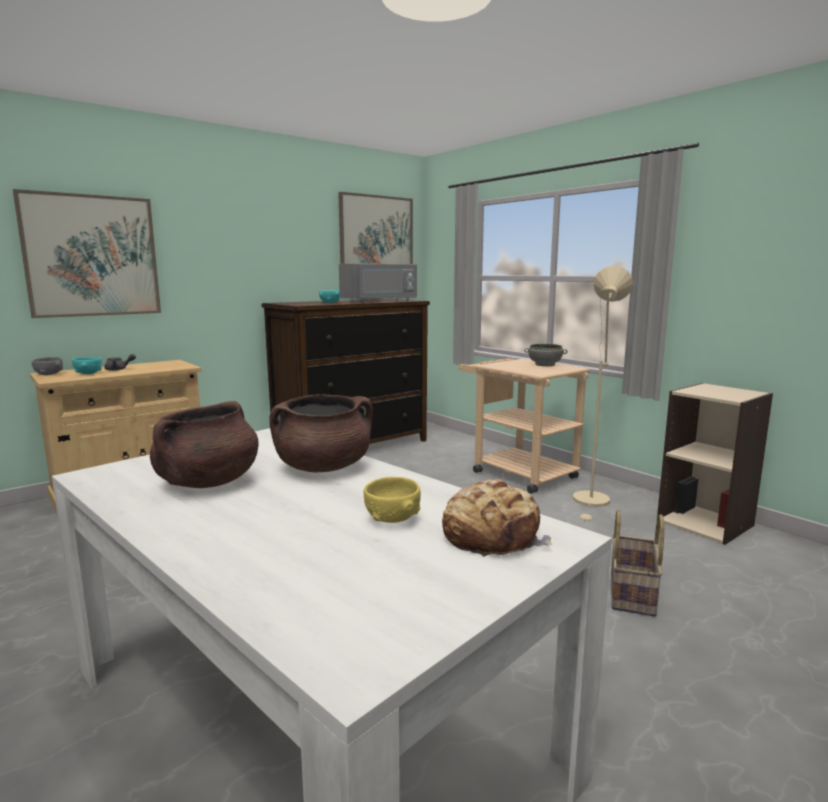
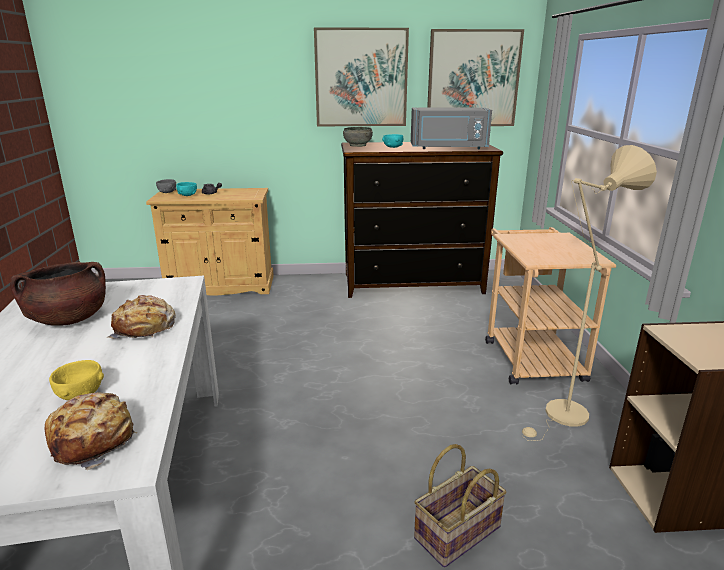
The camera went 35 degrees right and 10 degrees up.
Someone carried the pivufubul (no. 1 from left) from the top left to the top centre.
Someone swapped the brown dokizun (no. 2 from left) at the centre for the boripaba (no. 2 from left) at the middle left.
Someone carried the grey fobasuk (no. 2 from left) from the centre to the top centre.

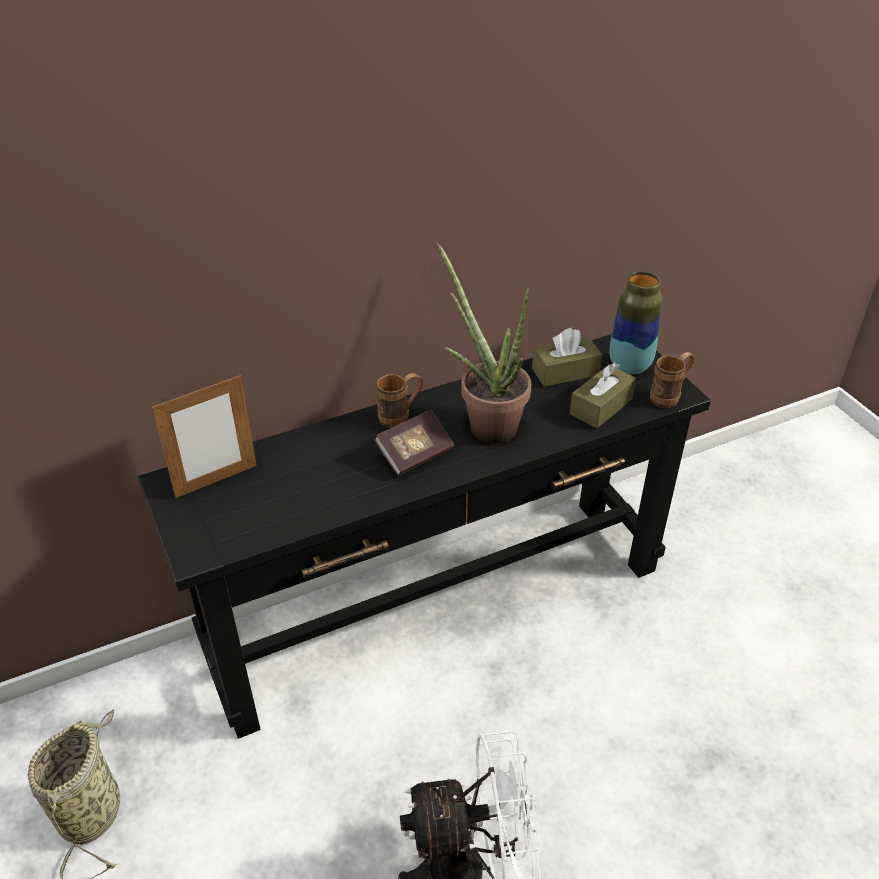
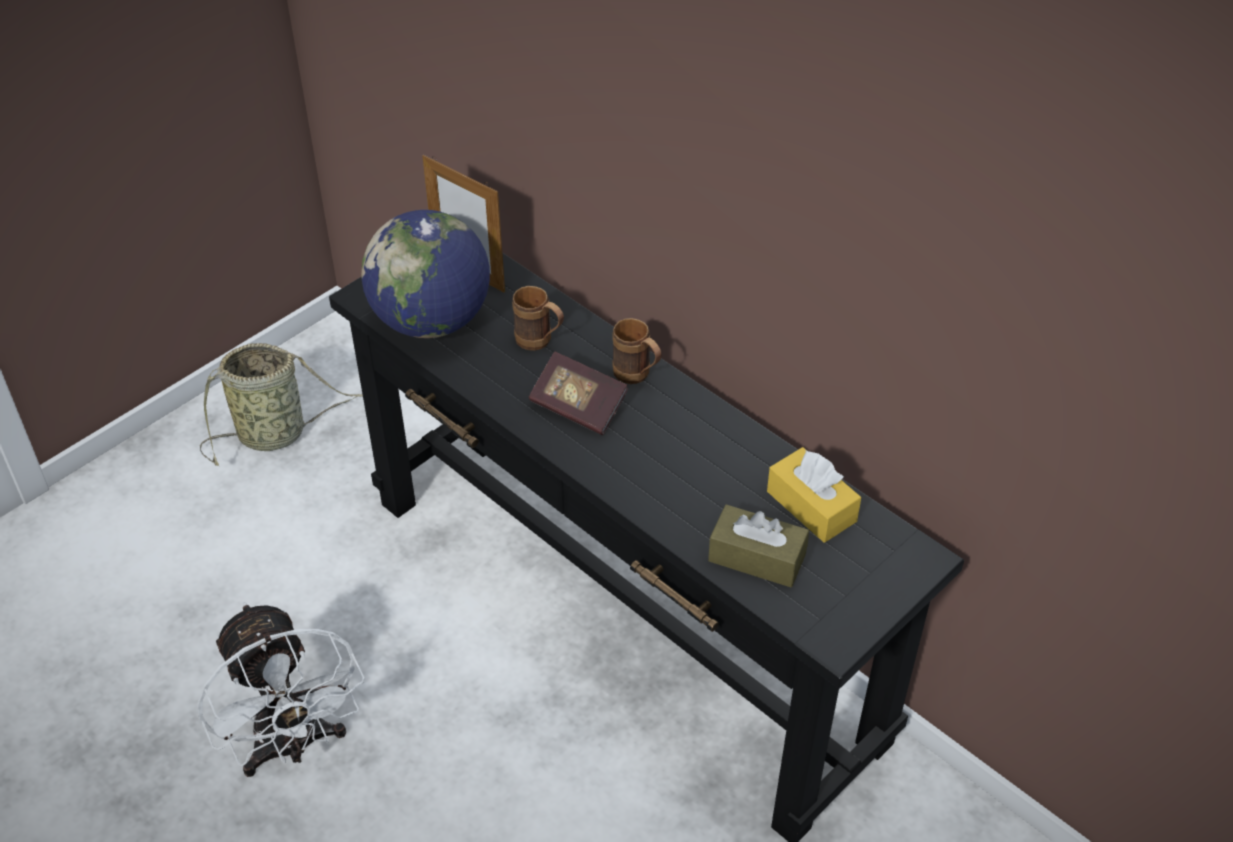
The camera went 70 degrees right and 5 degrees up.
Someone took away the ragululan at the centre.
Someone repainted the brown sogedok (no. 1 from left) at the centre, which became the yellow sogedok at the centre.
Someone took away the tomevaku at the middle right.
Someone carried the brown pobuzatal (no. 2 from left in the first image) from the middle right to the centre.
Someone put down the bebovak at the top centre.

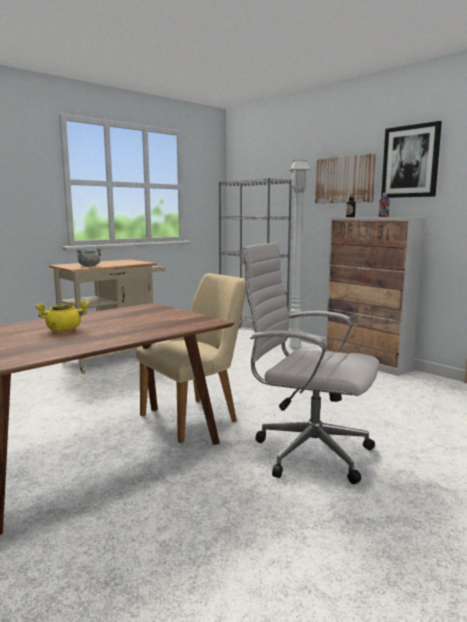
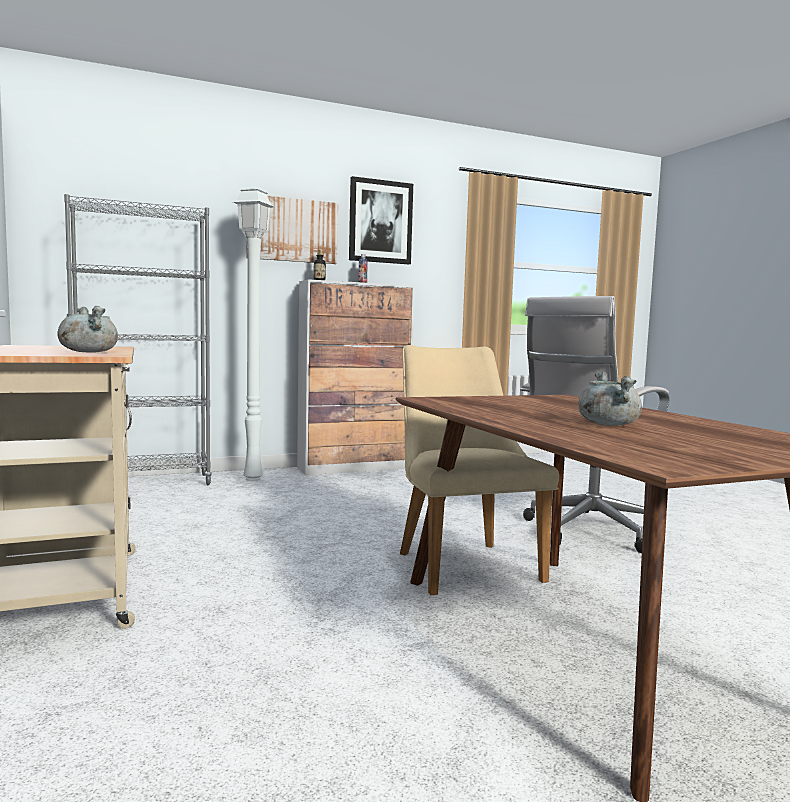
The camera went 70 degrees left and 5 degrees down.
Someone repainted the yellow dokizun at the middle left, which became the grey dokizun (no. 2 from left) at the middle right.

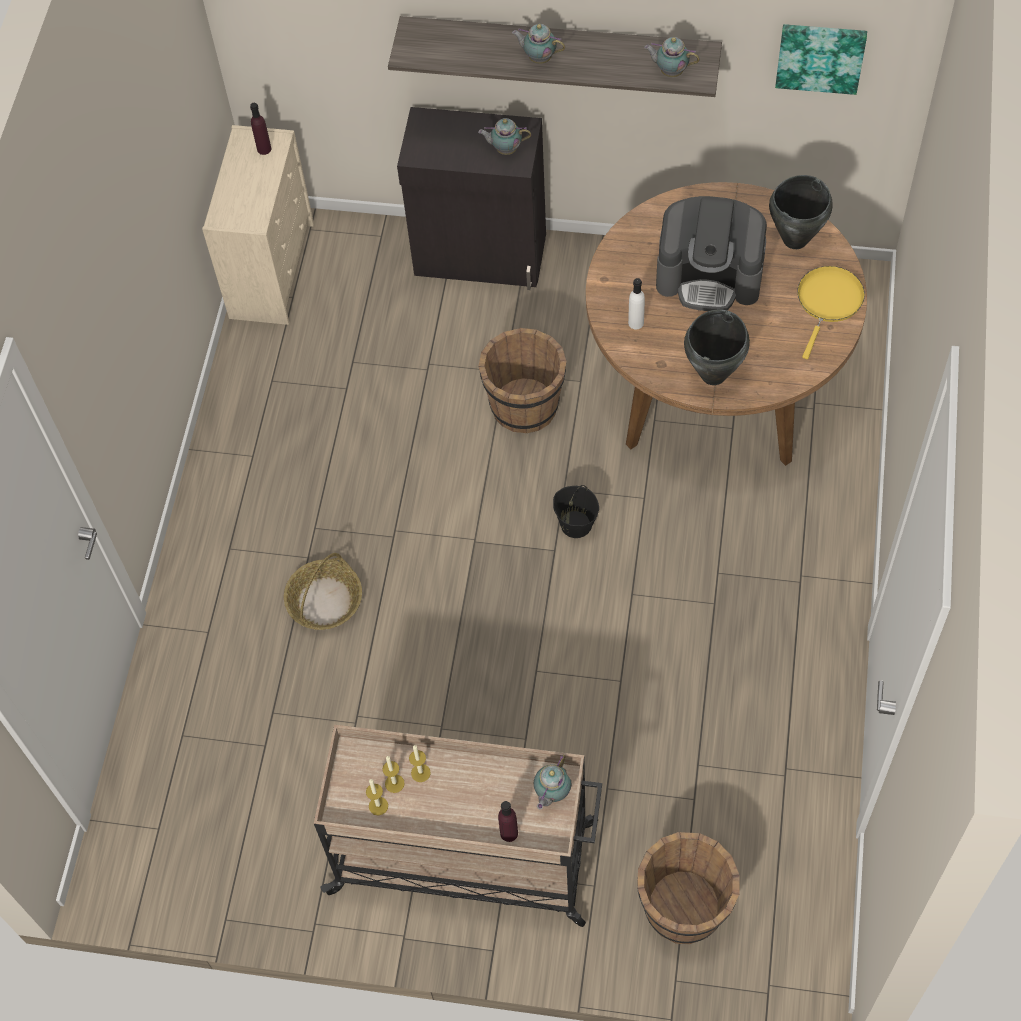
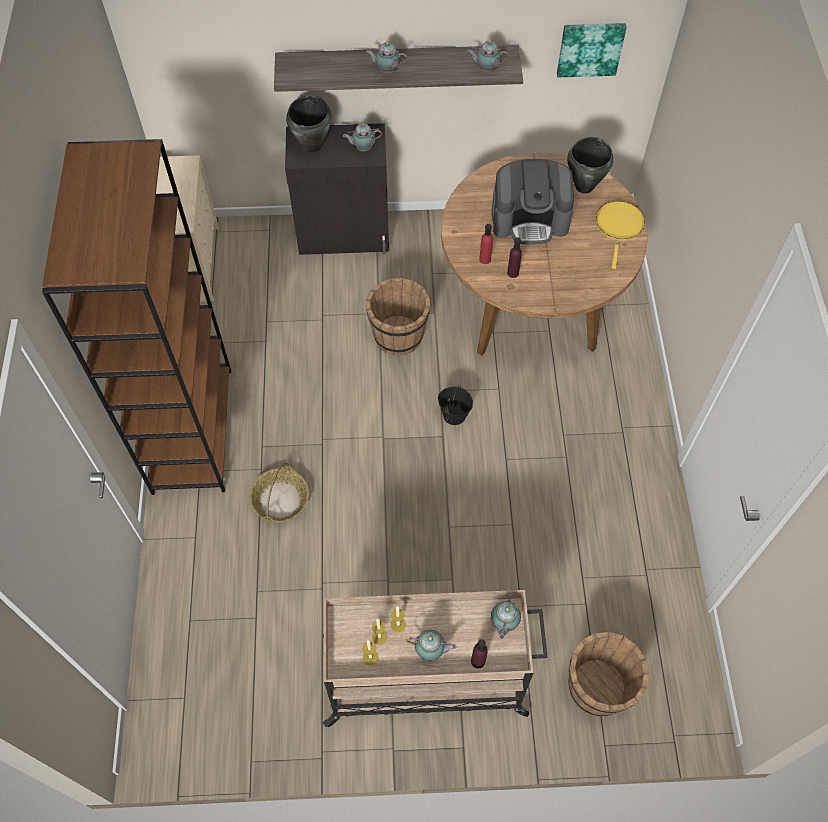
The camera went 15 degrees left and 0 degrees up.
Someone carried the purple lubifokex (no. 1 from left in the first image) from the top left to the top centre.
Someone repainted the white lubifokex at the top centre, which became the red lubifokex at the top centre.
Someone carried the black dokizun (no. 1 from left) from the middle right to the top centre.
Someone put down the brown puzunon at the middle left.
Someone put down the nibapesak (no. 3 from left) at the bottom centre.

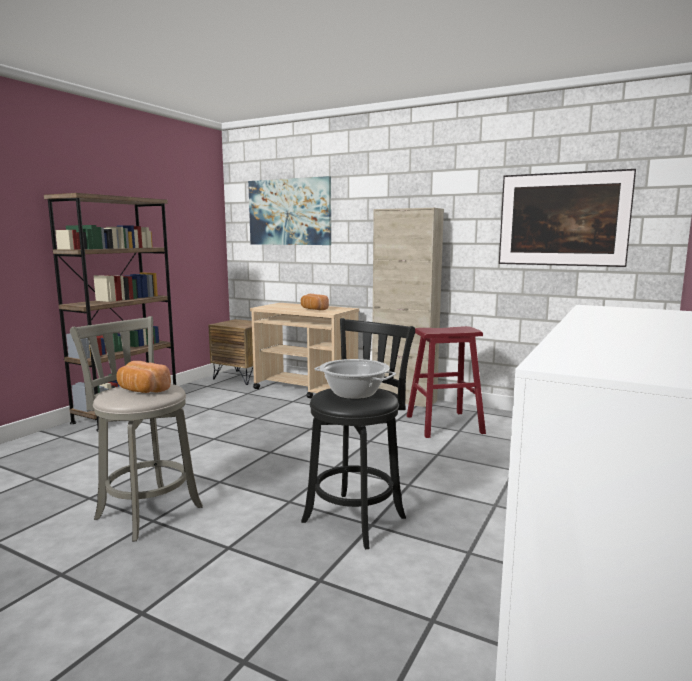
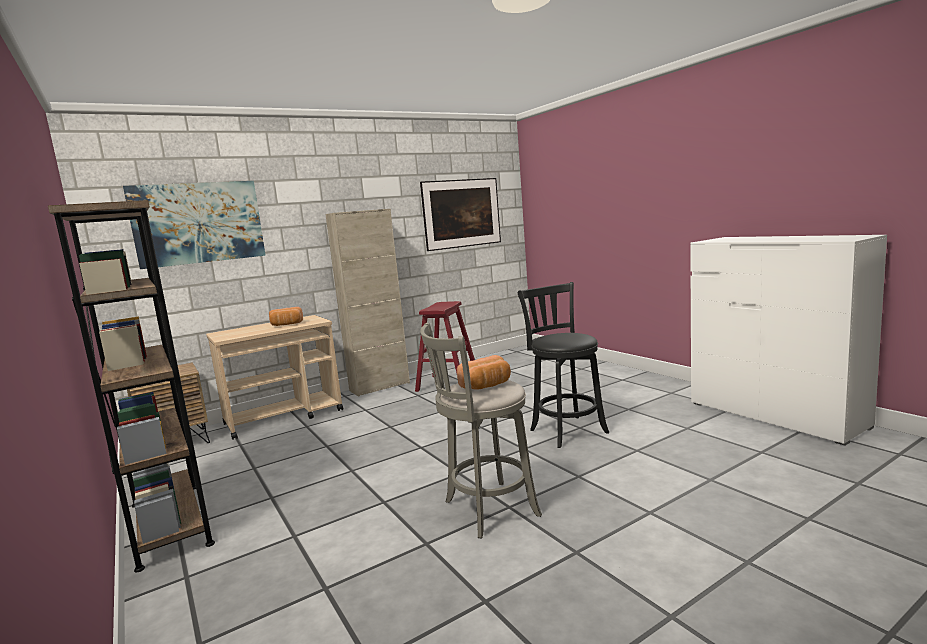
The camera went 60 degrees left and 0 degrees up.
Someone took away the dokizun at the centre.

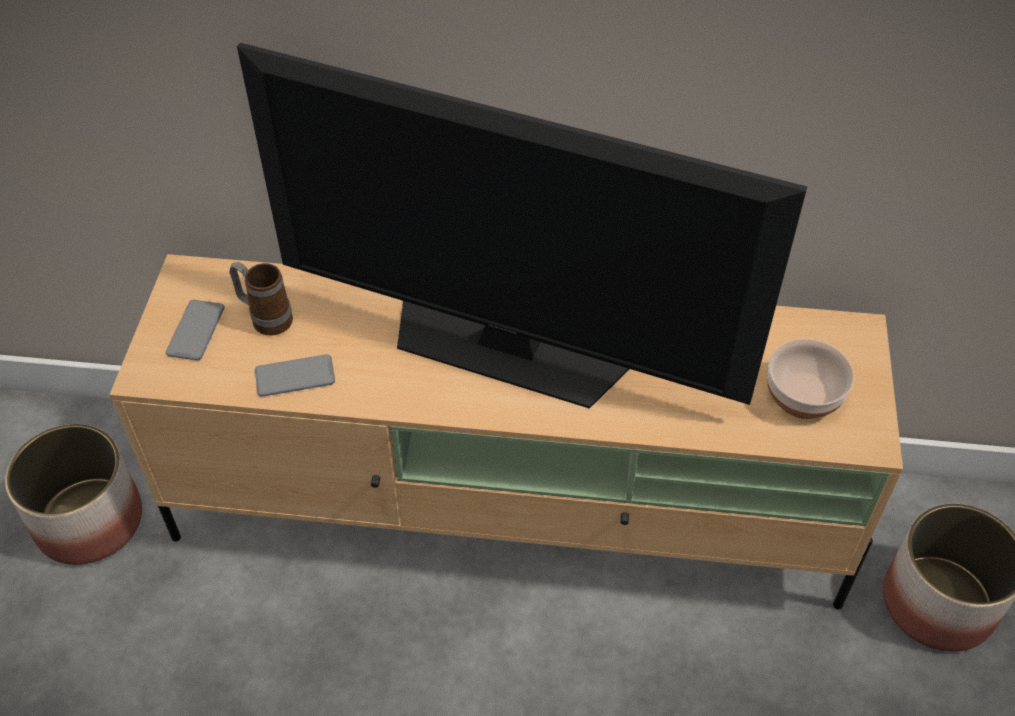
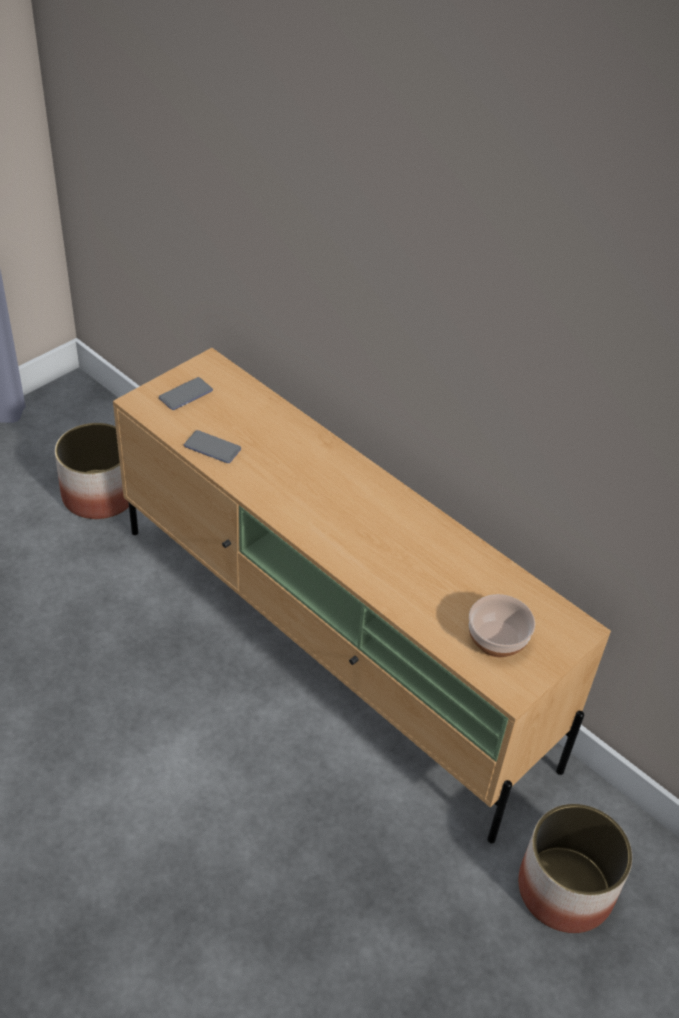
The camera went 35 degrees right and 5 degrees down.
Someone took away the pobuzatal at the middle left.
Someone took away the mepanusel at the top centre.

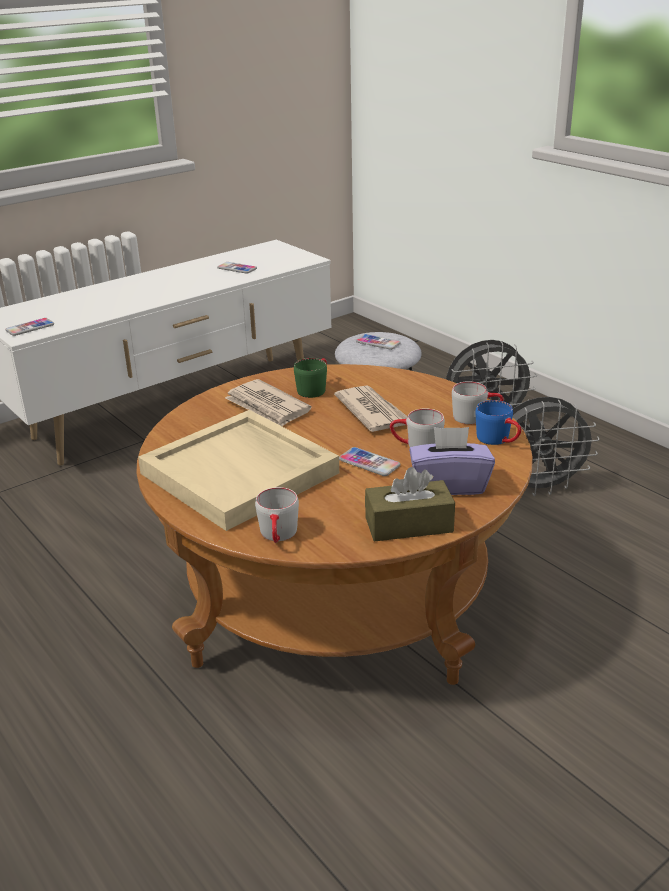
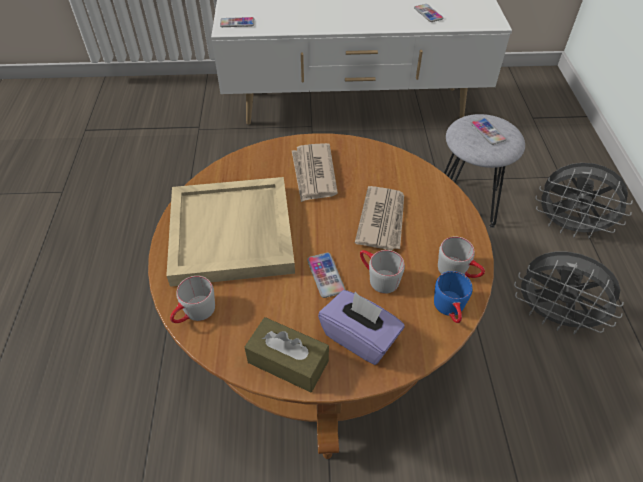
The camera went 35 degrees right and 20 degrees up.
Someone took away the green pobuzatal at the centre.

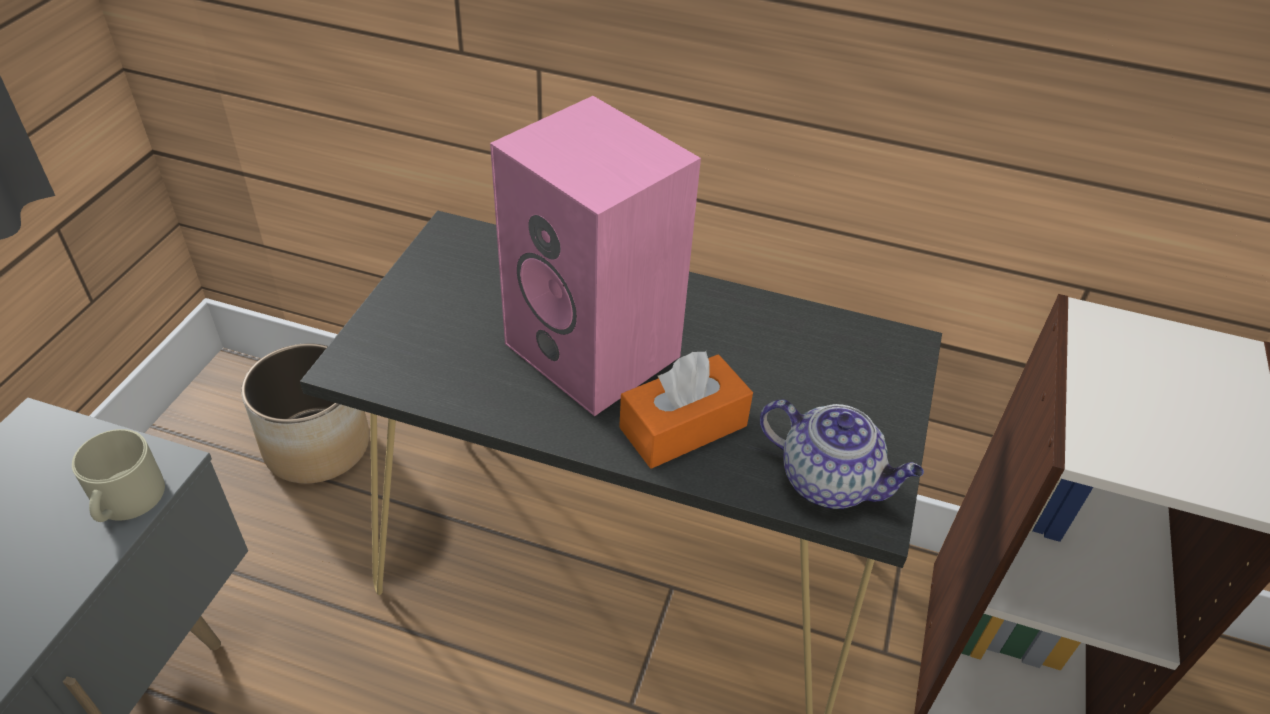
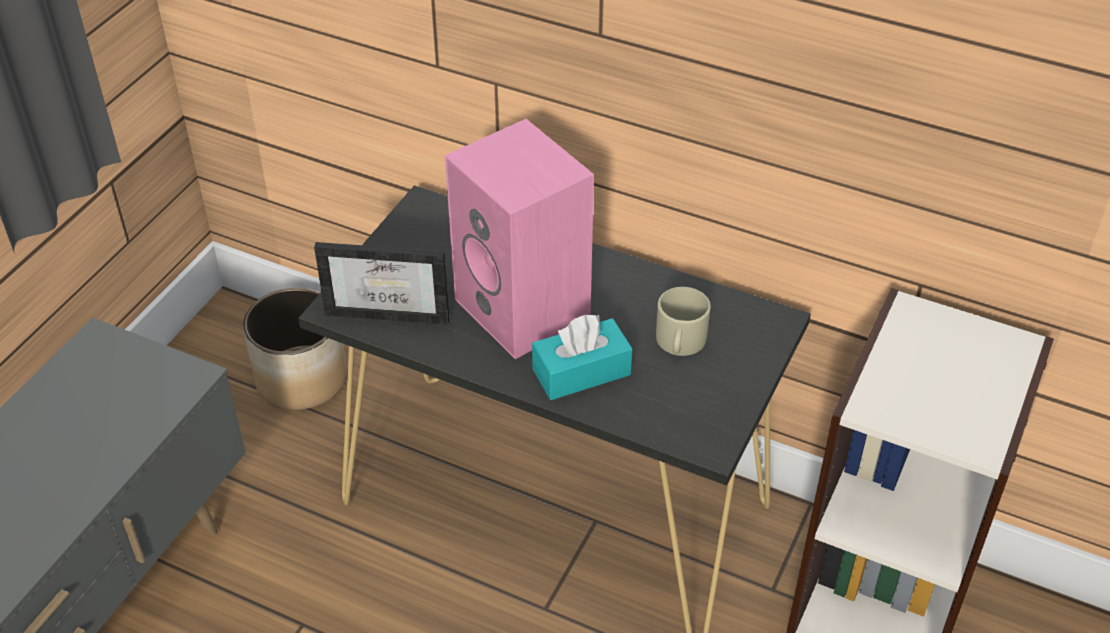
The camera went 10 degrees right and 0 degrees up.
Someone carried the beige pobuzatal from the middle left to the centre.
Someone repainted the orange sogedok at the centre, which became the turquoise sogedok at the centre.
Someone took away the nibapesak at the centre.
Someone put down the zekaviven at the centre.

